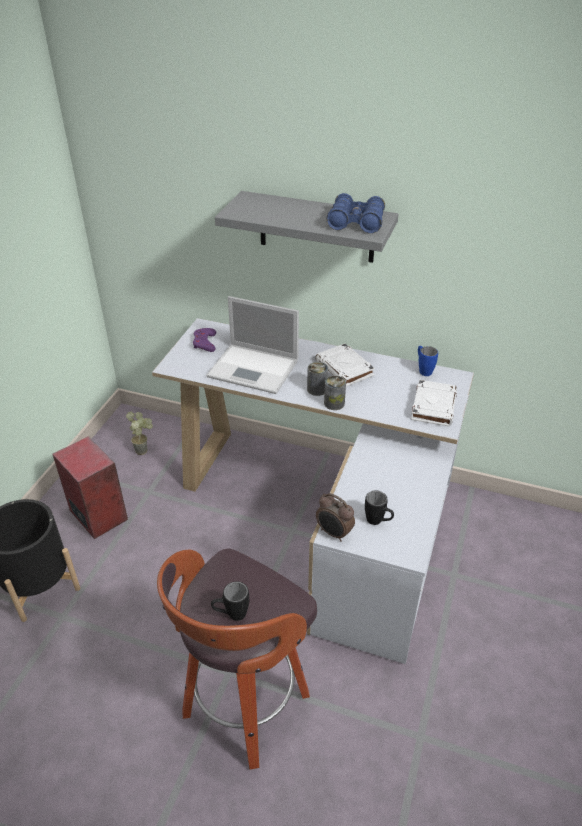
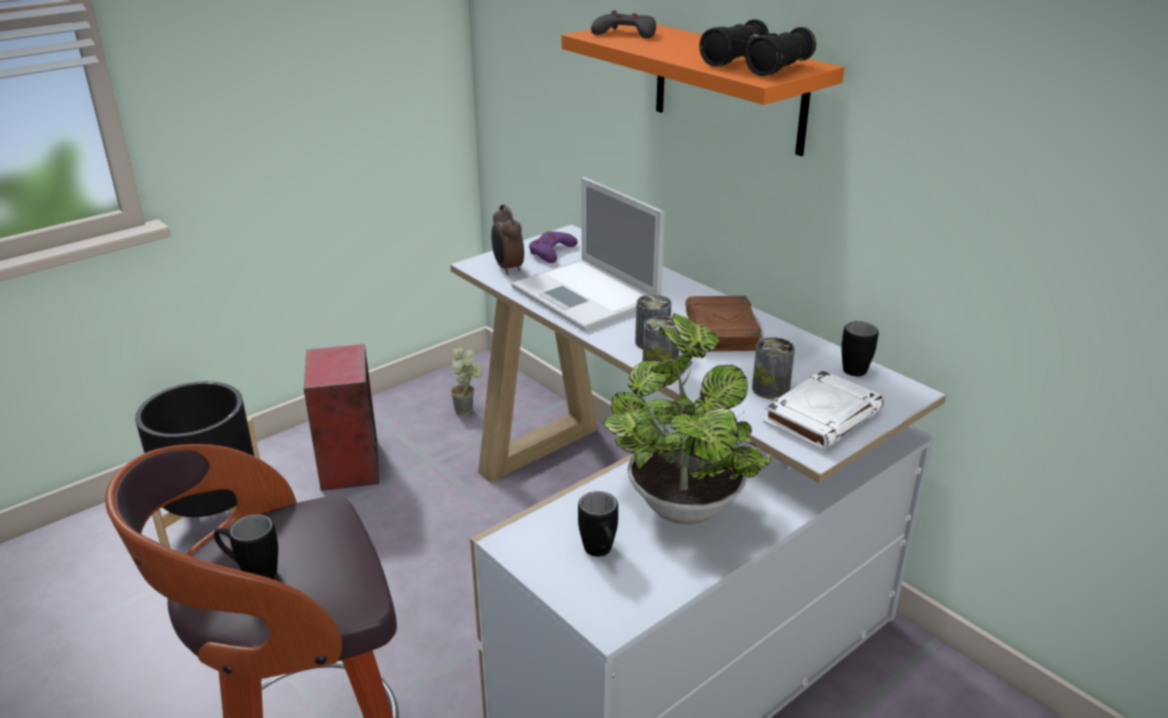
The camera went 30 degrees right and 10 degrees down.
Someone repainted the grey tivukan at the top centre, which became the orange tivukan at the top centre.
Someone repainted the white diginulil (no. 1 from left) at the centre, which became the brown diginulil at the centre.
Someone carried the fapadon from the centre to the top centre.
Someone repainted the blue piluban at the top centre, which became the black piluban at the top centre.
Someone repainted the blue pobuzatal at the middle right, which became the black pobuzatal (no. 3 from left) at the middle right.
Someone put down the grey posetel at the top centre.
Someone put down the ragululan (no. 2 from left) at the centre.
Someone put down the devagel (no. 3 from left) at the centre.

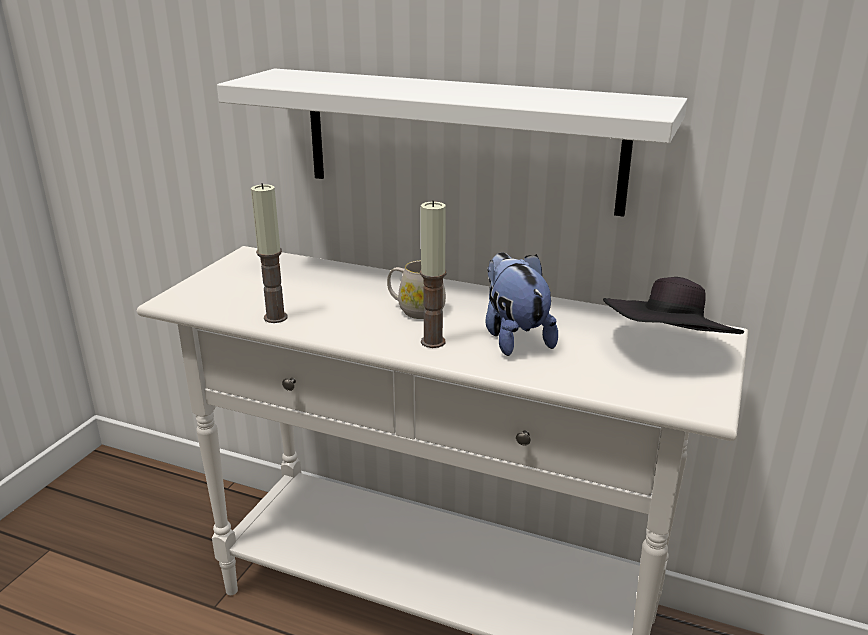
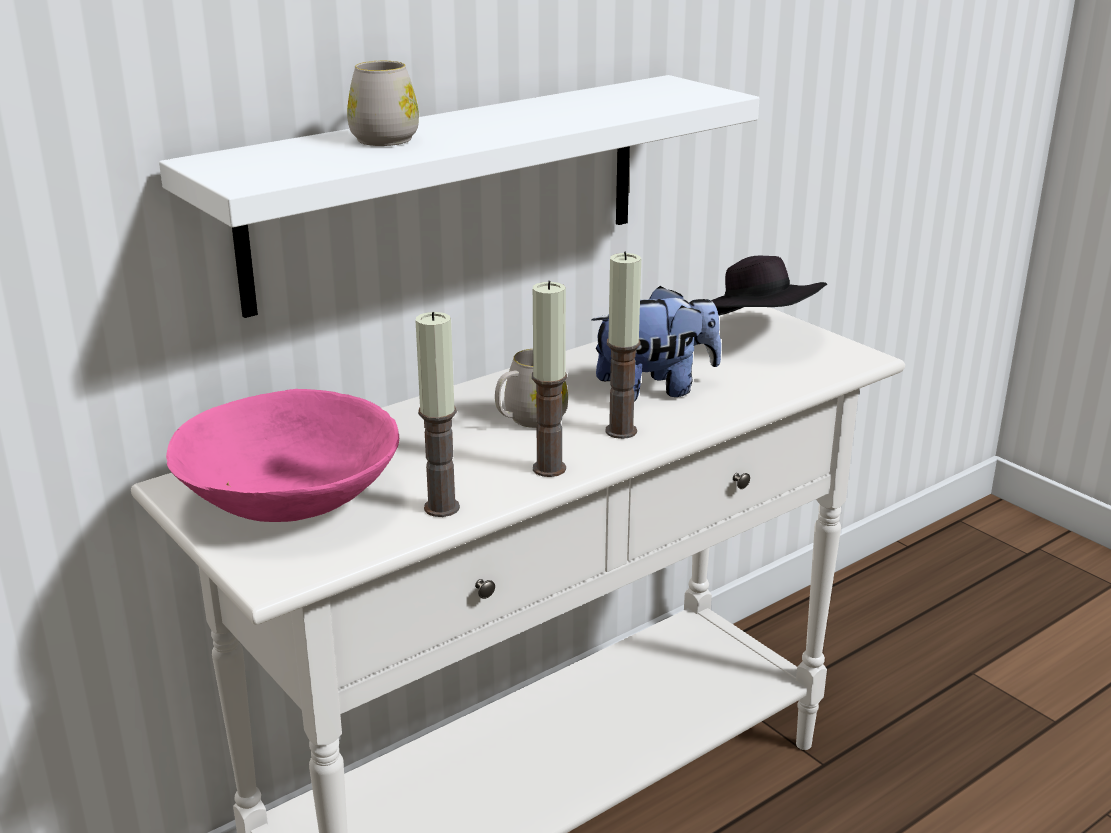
The camera went 60 degrees left and 0 degrees up.
Someone rotated the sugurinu at the centre by 150 degrees clockwise.
Someone put down the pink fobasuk at the middle left.
Someone put down the white pobuzatal (no. 1 from left) at the top centre.
Someone put down the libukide (no. 2 from left) at the centre.

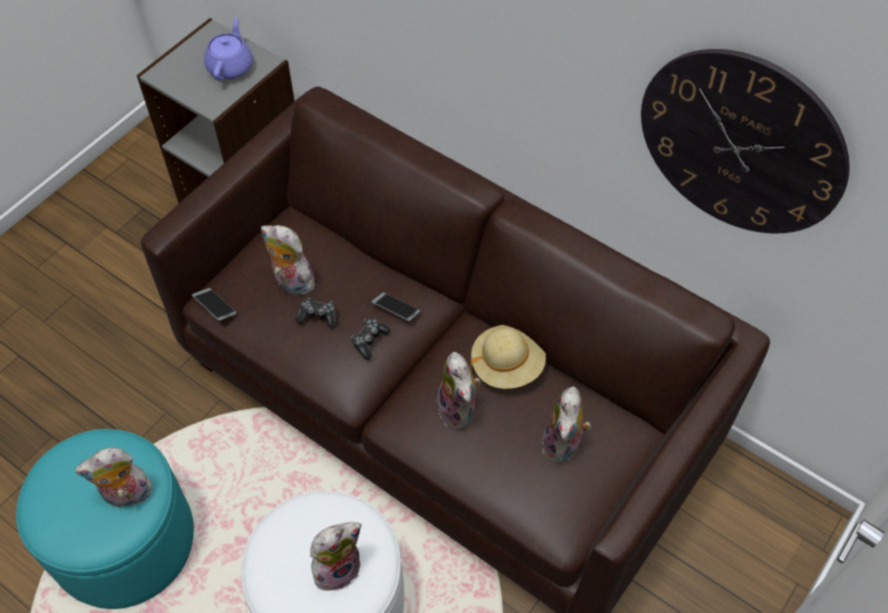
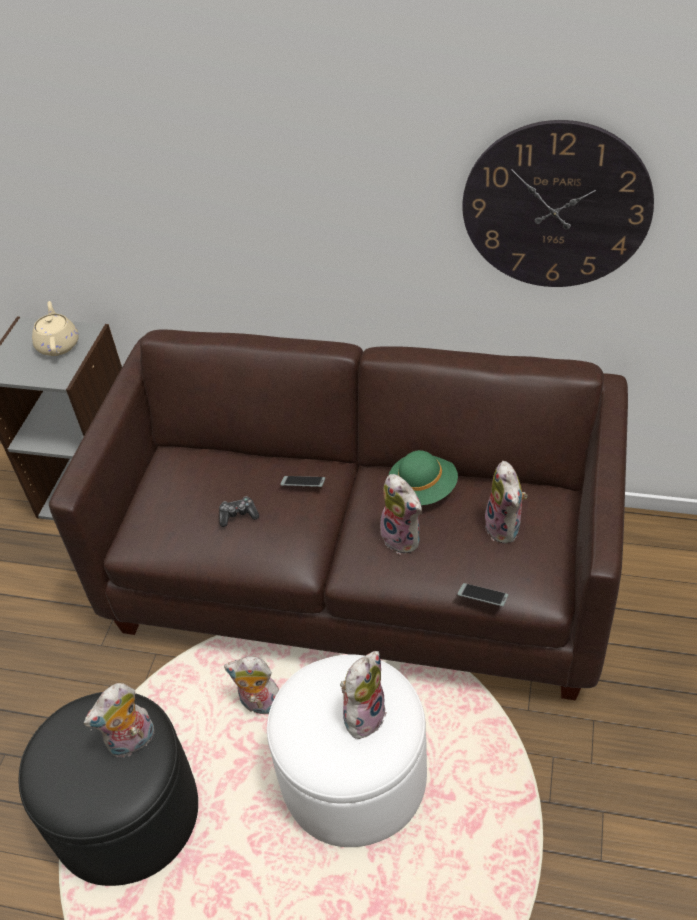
The camera went 20 degrees left and 10 degrees down.
Someone repainted the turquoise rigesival at the bottom left, which became the black rigesival at the bottom left.
Someone carried the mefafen (no. 1 from left in the first image) from the middle left to the middle right.
Someone repainted the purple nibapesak at the top left, which became the beige nibapesak at the middle left.
Someone carried the sugurinu (no. 2 from left) from the middle left to the bottom centre.
Someone took away the posetel (no. 2 from left) at the centre.
Someone repainted the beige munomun at the centre, which became the green munomun at the centre.

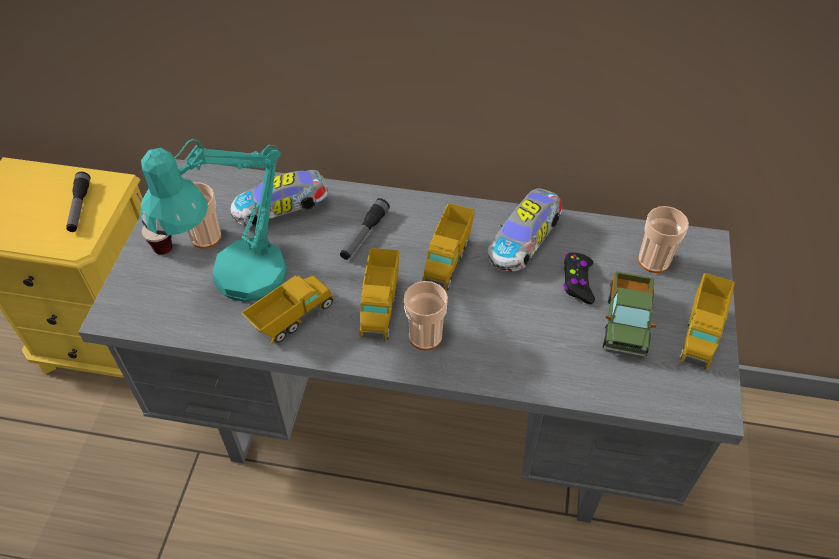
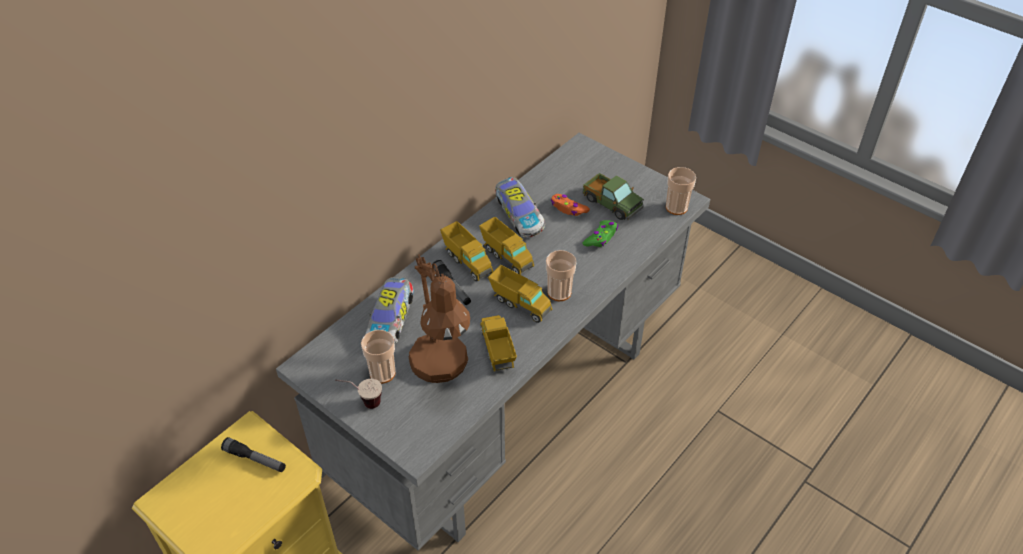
The camera went 60 degrees left and 5 degrees down.
Someone repainted the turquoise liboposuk at the middle left, which became the brown liboposuk at the centre.
Someone repainted the black posetel at the middle right, which became the orange posetel at the centre.
Someone carried the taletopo (no. 4 from left) from the middle right to the centre.
Someone carried the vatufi (no. 5 from left in the first image) from the middle right to the centre.
Someone put down the green posetel at the centre.

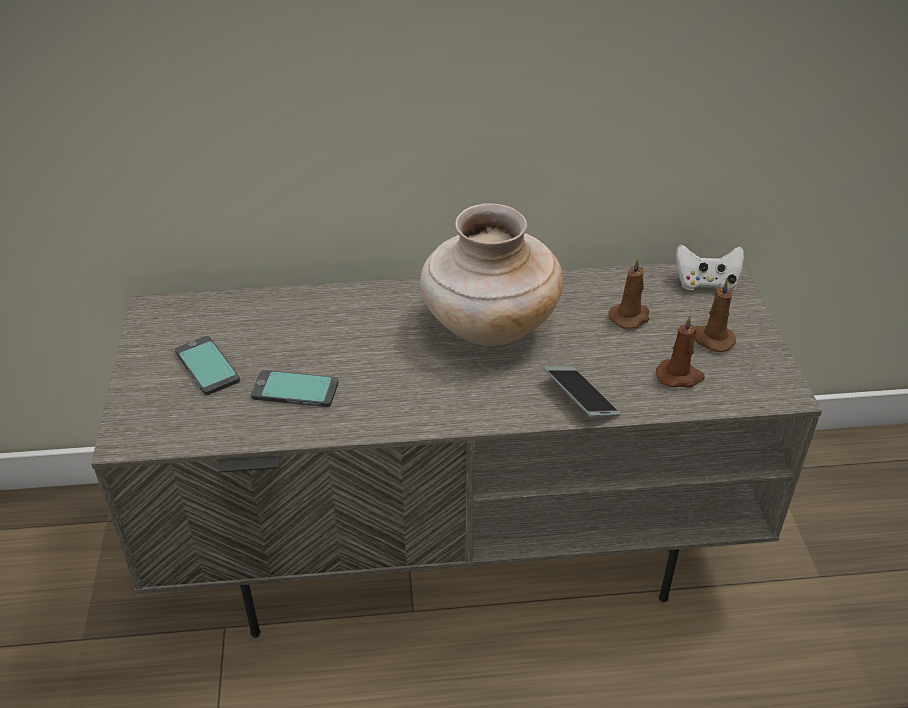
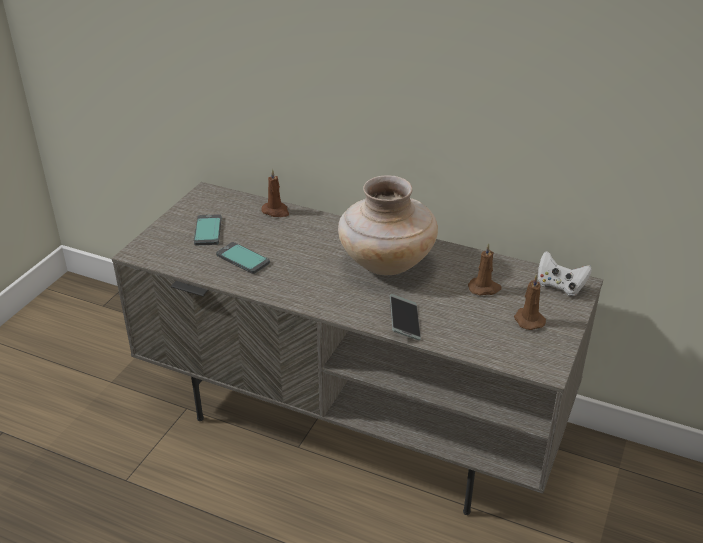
The camera went 30 degrees right and 5 degrees down.
Someone carried the brown libukide (no. 2 from left in the first image) from the middle right to the centre.

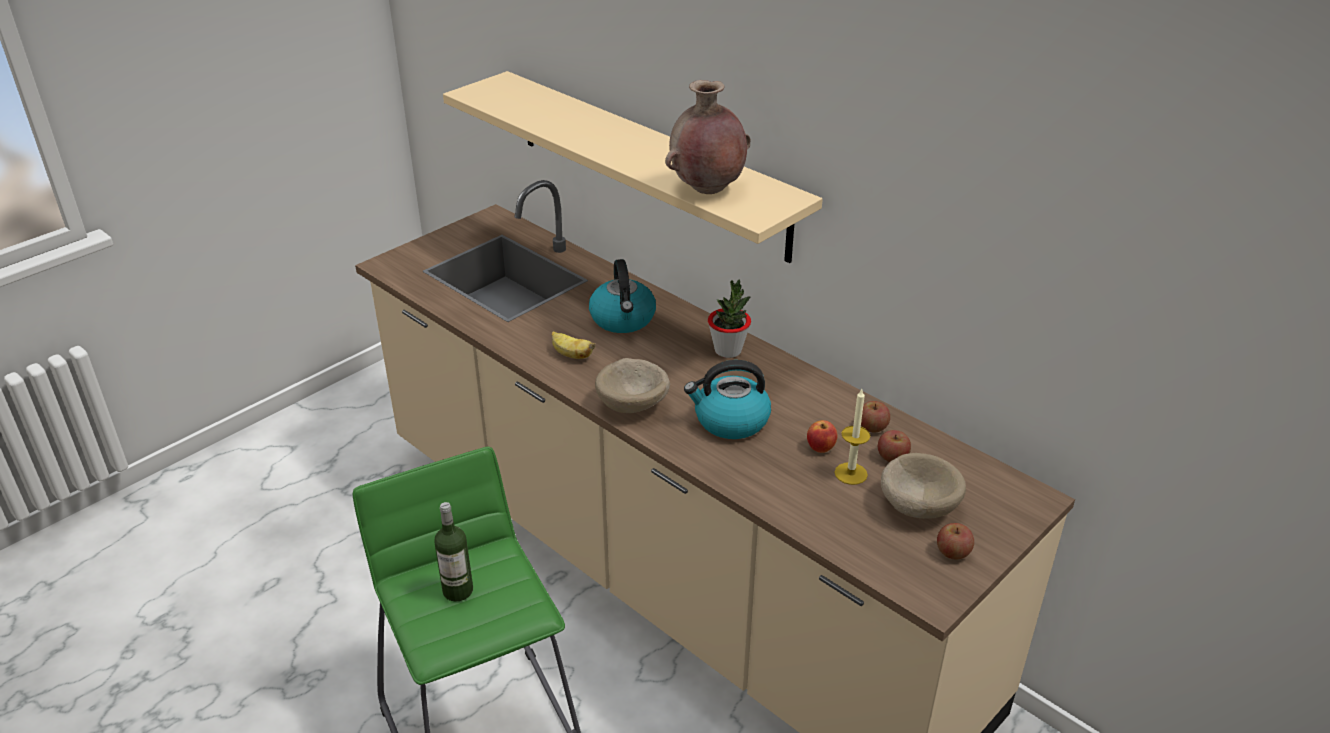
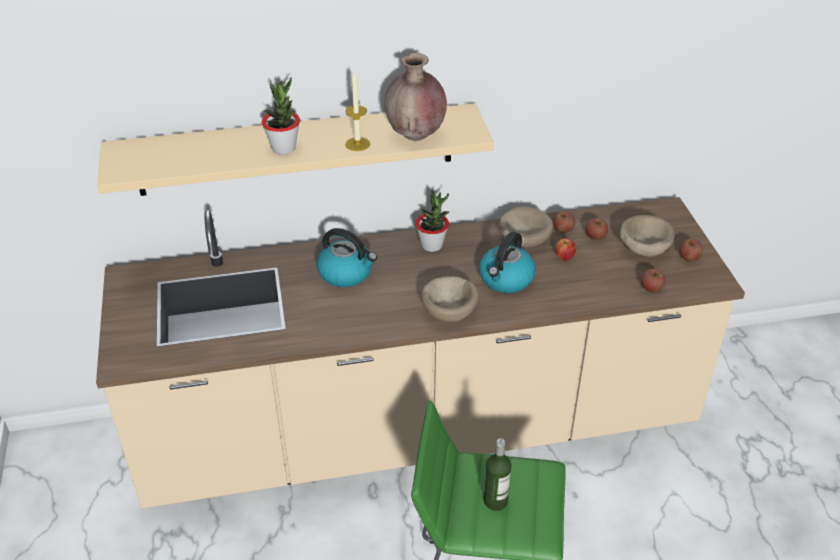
The camera went 55 degrees left and 5 degrees up.
Someone took away the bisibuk at the centre.
Someone carried the libukide from the centre to the top centre.
Someone put down the ragululan (no. 1 from left) at the top centre.
Someone put down the beige fobasuk (no. 2 from left) at the centre.
Someone put down the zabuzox (no. 4 from left) at the middle right.

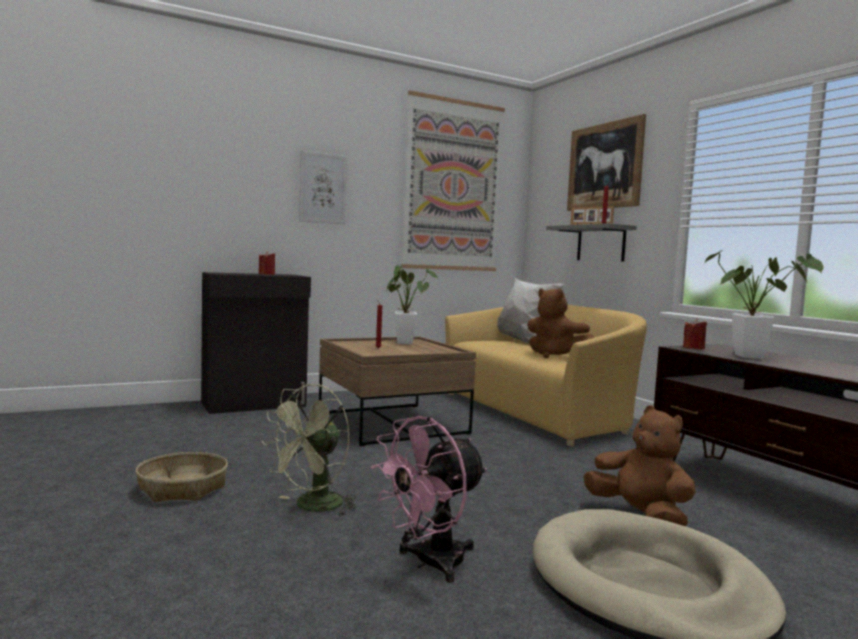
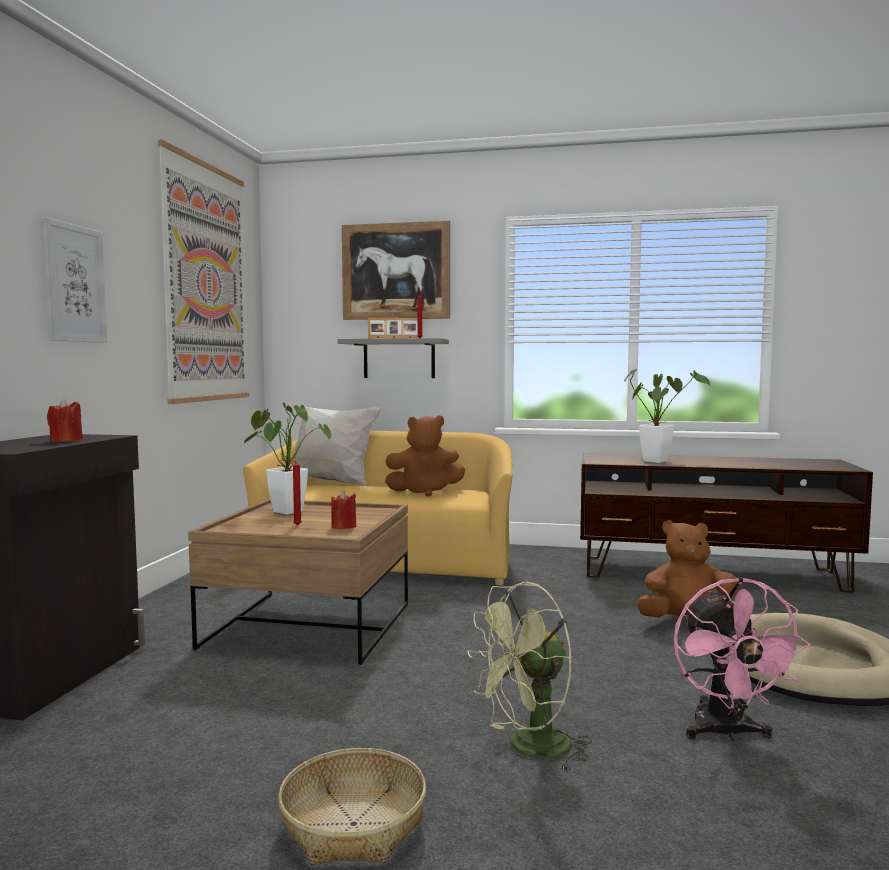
The camera went 50 degrees left and 0 degrees up.
Someone rotated the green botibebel at the bottom centre by 75 degrees clockwise.
Someone carried the red libukide (no. 4 from left in the first image) from the middle right to the centre.

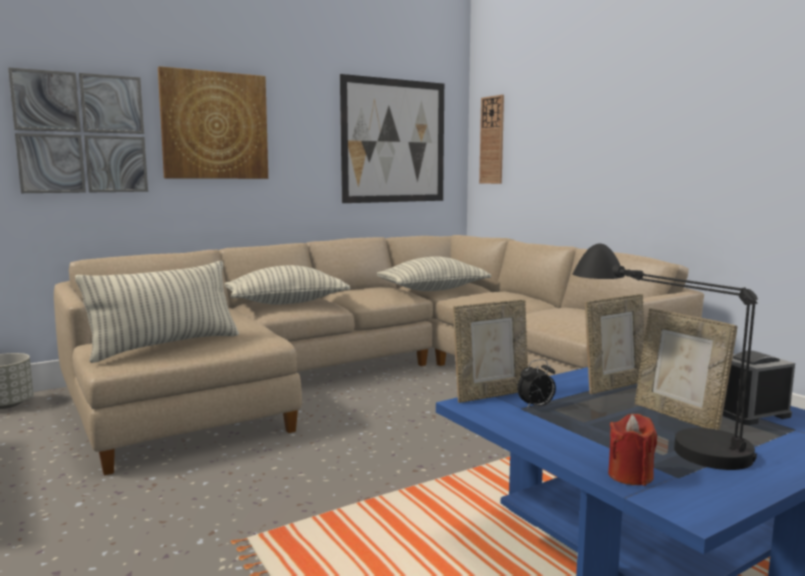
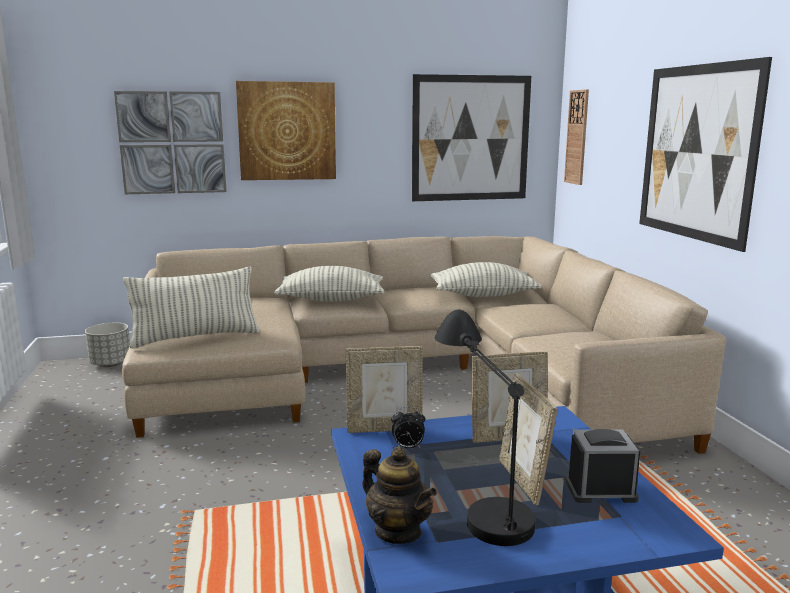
The camera went 20 degrees right and 5 degrees up.
Someone swapped the red libukide at the bottom right for the nibapesak at the bottom centre.
Someone put up the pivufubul (no. 4 from left) at the top right.

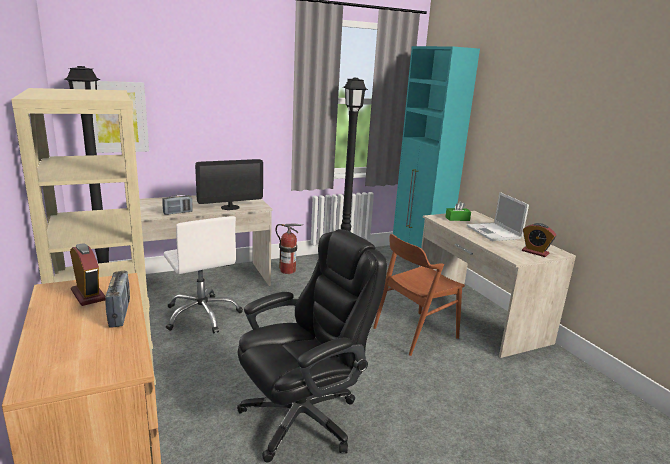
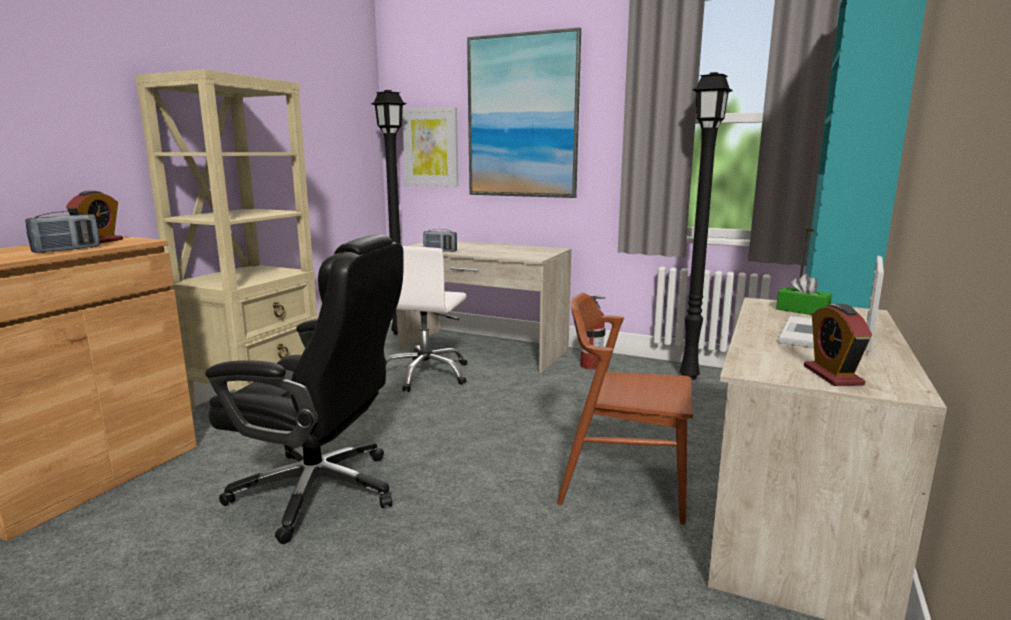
The camera went 50 degrees right and 5 degrees down.
Someone took away the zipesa at the centre.
Someone put up the pivufubul (no. 2 from left) at the top centre.

